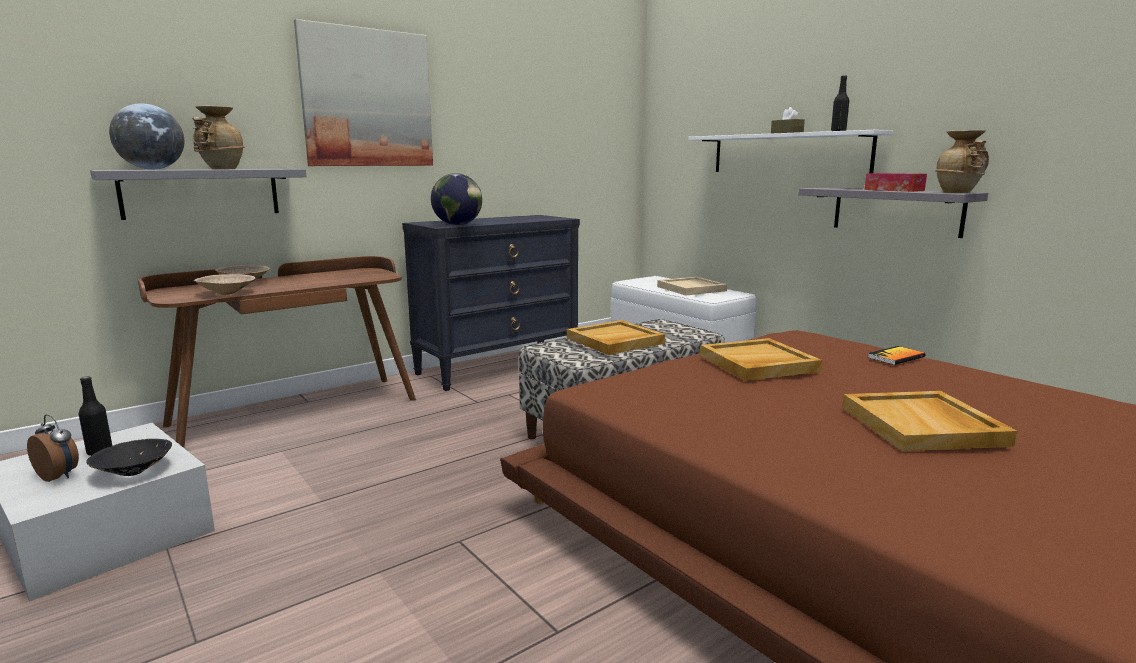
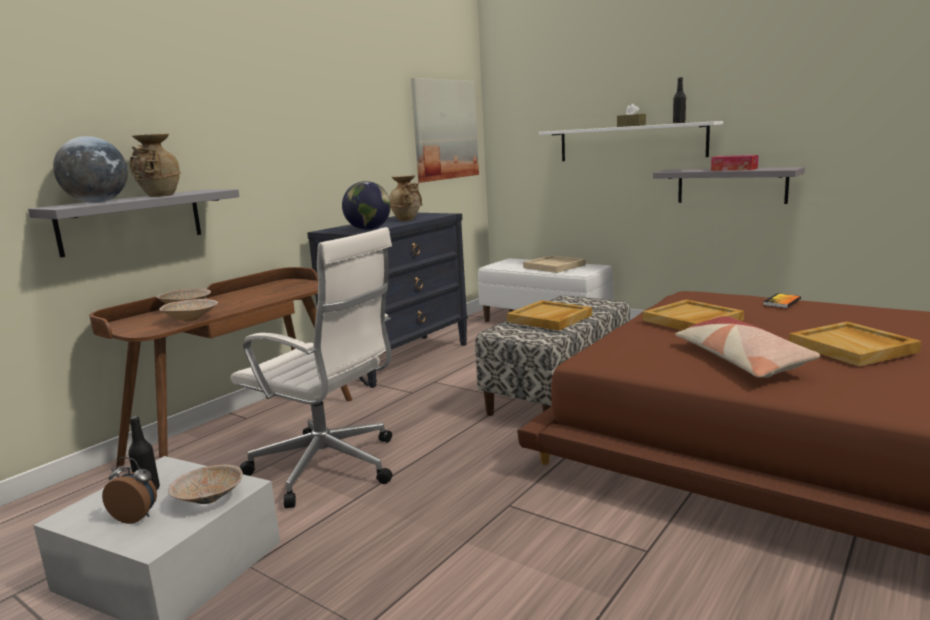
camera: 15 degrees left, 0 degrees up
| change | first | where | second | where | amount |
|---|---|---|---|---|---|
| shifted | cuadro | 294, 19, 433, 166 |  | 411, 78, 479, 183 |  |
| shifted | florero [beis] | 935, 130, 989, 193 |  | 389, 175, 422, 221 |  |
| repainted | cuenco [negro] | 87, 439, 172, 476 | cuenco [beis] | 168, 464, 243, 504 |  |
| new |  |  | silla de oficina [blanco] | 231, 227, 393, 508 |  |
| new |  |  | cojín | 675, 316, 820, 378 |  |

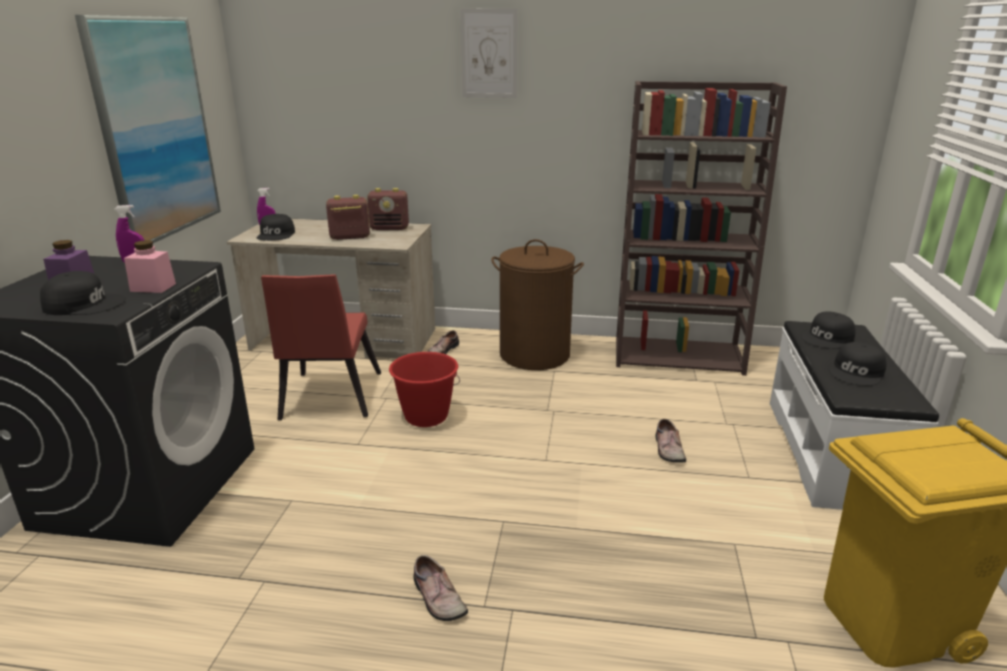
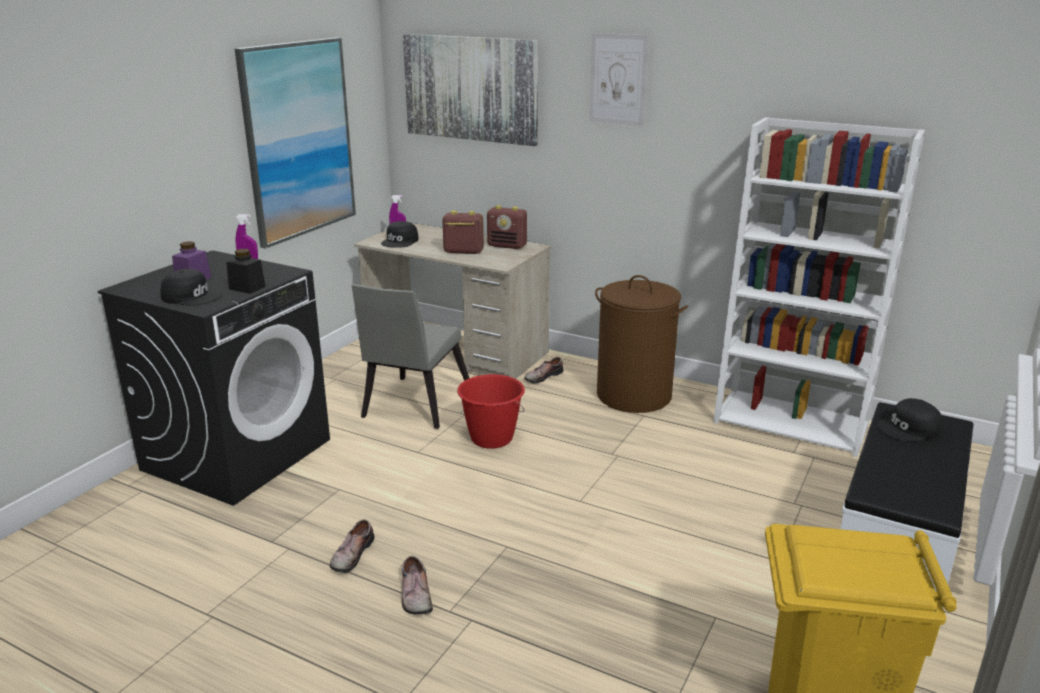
camera: 20 degrees right, 0 degrees up
| change | first | where | second | where | amount |
|---|---|---|---|---|---|
| repainted | estantería [marrón] | 616, 81, 787, 376 | estantería [blanco] | 713, 117, 925, 457 |  |
| repainted | tarro [rosa] | 124, 240, 176, 293 | tarro [negro] | 226, 249, 266, 294 |  |
| repainted | silla [rojo] | 261, 274, 381, 420 | silla [gris] | 352, 284, 469, 429 |  |
| gone | gorra [negro] | 829, 342, 887, 386 |  |  |  |
| shifted | zapato | 656, 419, 686, 463 |  | 330, 519, 375, 573 |  |
| new |  |  | cuadro | 403, 34, 538, 146 |  |

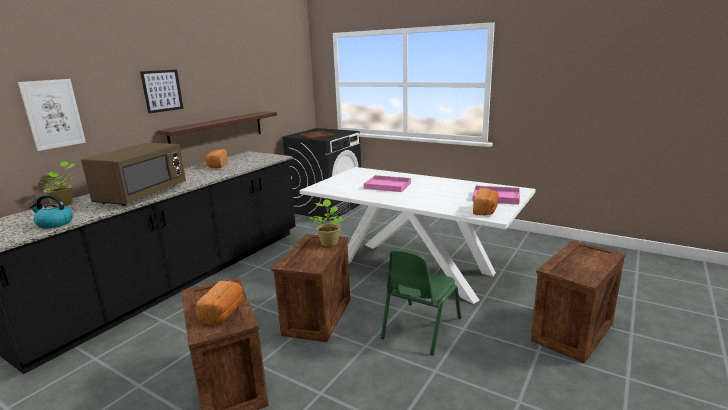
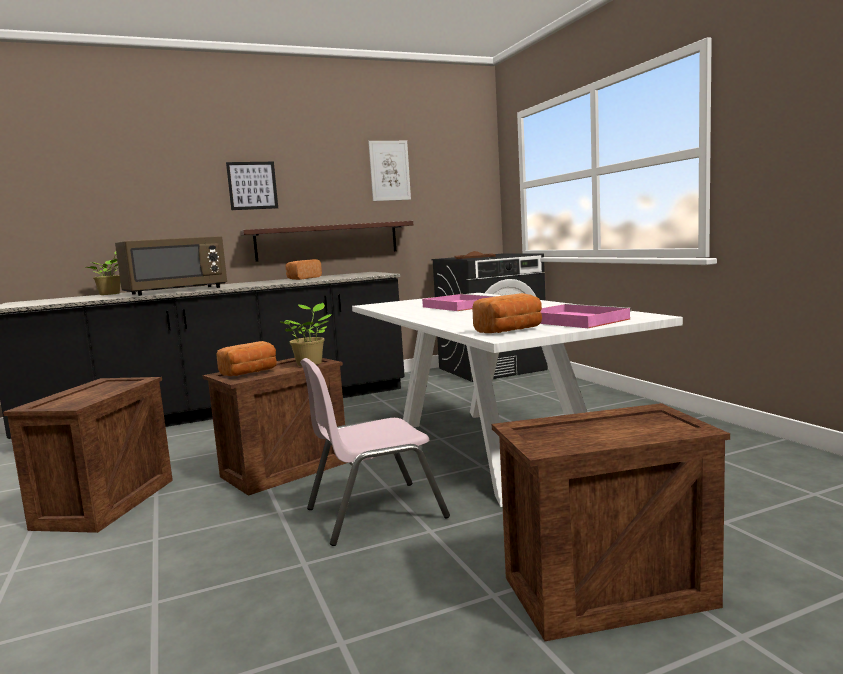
camera: 35 degrees right, 10 degrees down
| change | first | where | second | where | amount |
|---|---|---|---|---|---|
| shifted | cuadro | 18, 79, 86, 151 |  | 368, 141, 411, 201 |  |
| gone | hervidor | 30, 194, 73, 229 |  |  |  |
| repainted | silla [verde] | 381, 249, 461, 355 | silla [rosa] | 300, 358, 450, 546 |  |
| shifted | pan | 196, 281, 244, 324 |  | 216, 341, 277, 376 |  |

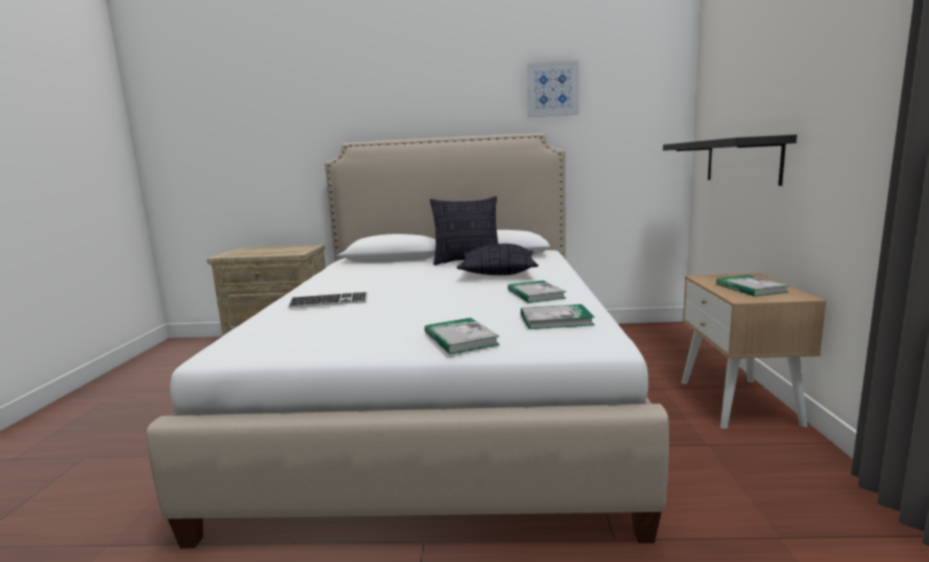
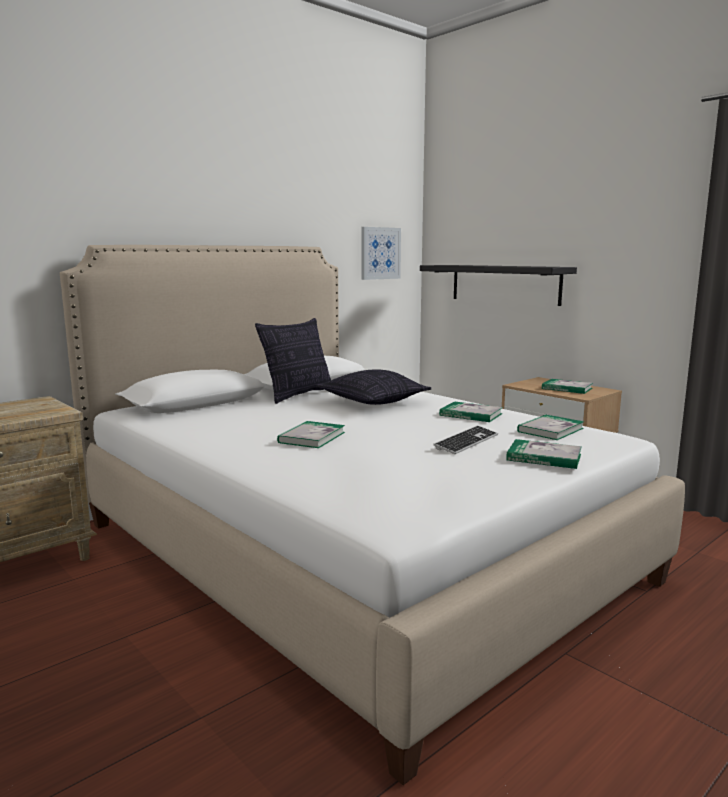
camera: 45 degrees left, 0 degrees up
| change | first | where | second | where | amount |
|---|---|---|---|---|---|
| shifted | cuadro | 527, 60, 579, 117 |  | 362, 227, 401, 280 |  |
| shifted | teclado | 288, 292, 367, 308 |  | 433, 426, 498, 454 |  |
| new |  |  | libro | 277, 421, 345, 448 |  |

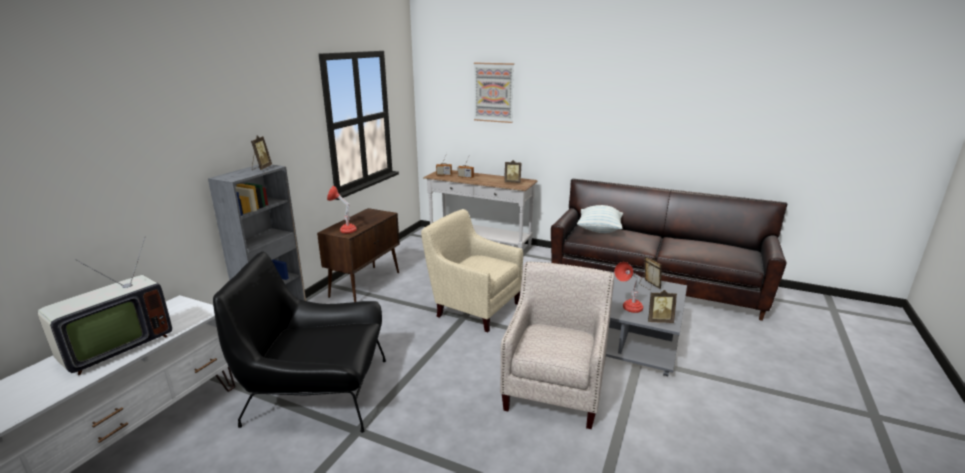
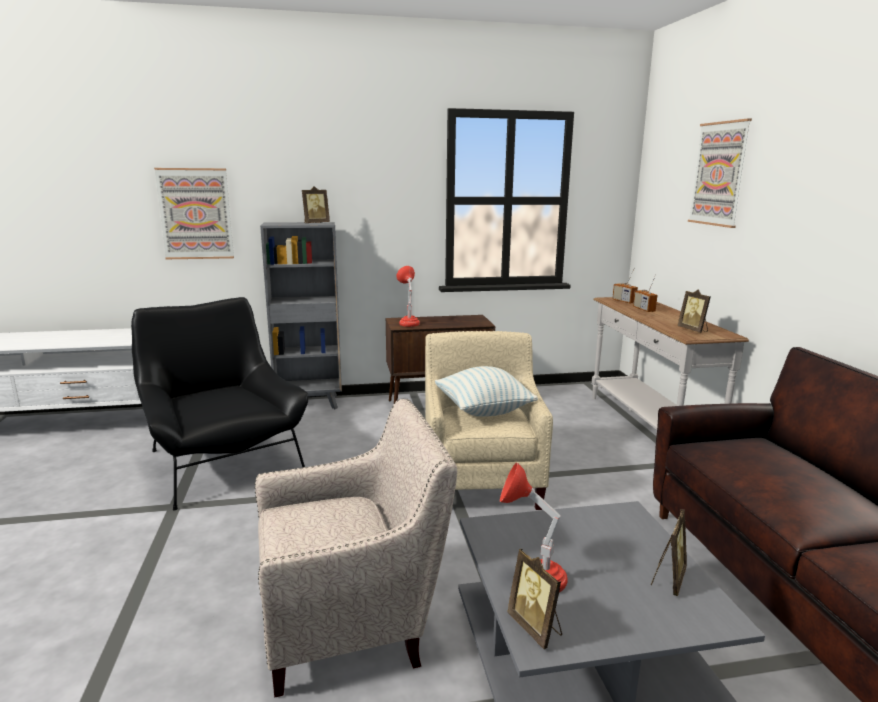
camera: 55 degrees right, 5 degrees down
| change | first | where | second | where | amount |
|---|---|---|---|---|---|
| shifted | cojín | 577, 205, 623, 233 |  | 435, 366, 538, 417 |  |
| gone | televisor | 37, 237, 172, 375 |  |  |  |
| new |  |  | cuadro | 154, 168, 234, 259 |  |

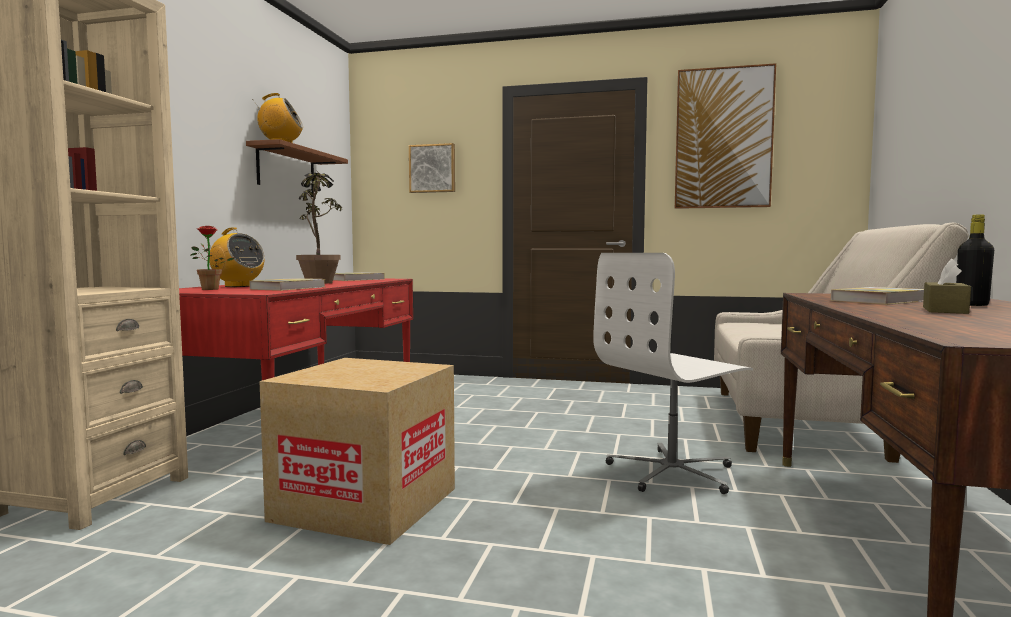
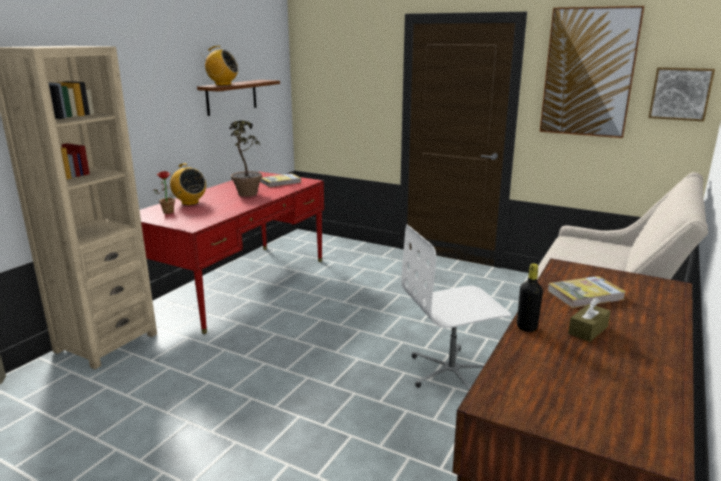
camera: 15 degrees right, 15 degrees up
| change | first | where | second | where | amount |
|---|---|---|---|---|---|
| shifted | cuadro | 409, 143, 455, 193 |  | 648, 67, 715, 121 |  |
| shifted | botella [negro] | 956, 214, 994, 306 |  | 517, 263, 543, 332 |  |
| gone | libro | 249, 278, 325, 291 |  |  |  |
| gone | caja de cartón | 259, 358, 455, 545 |  |  |  |

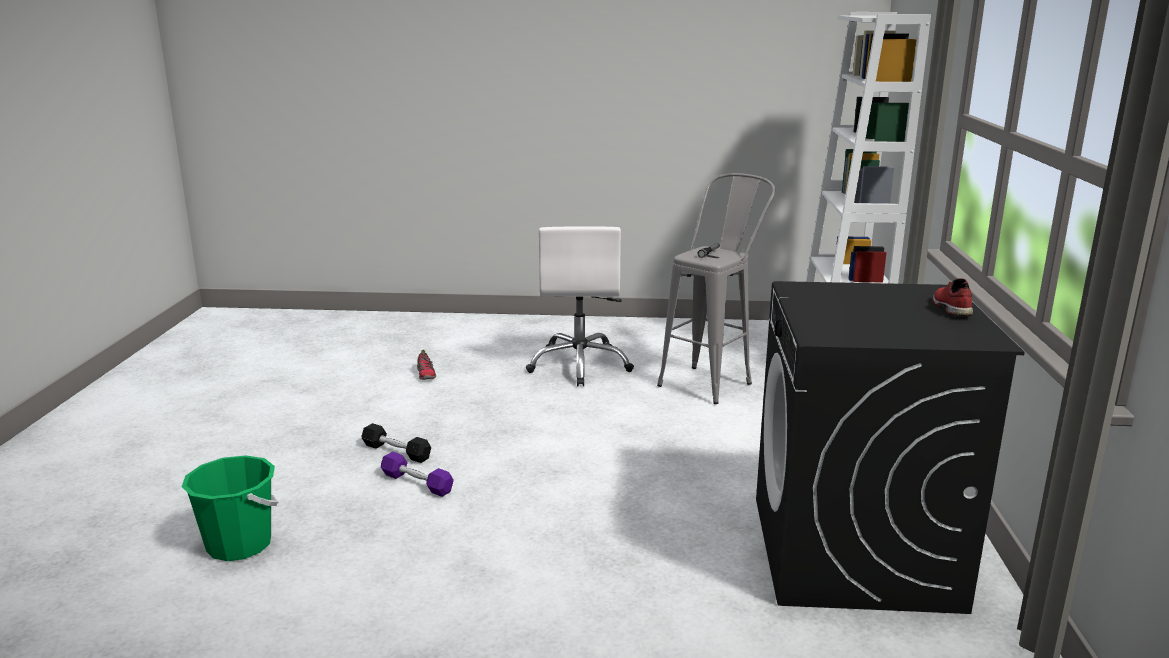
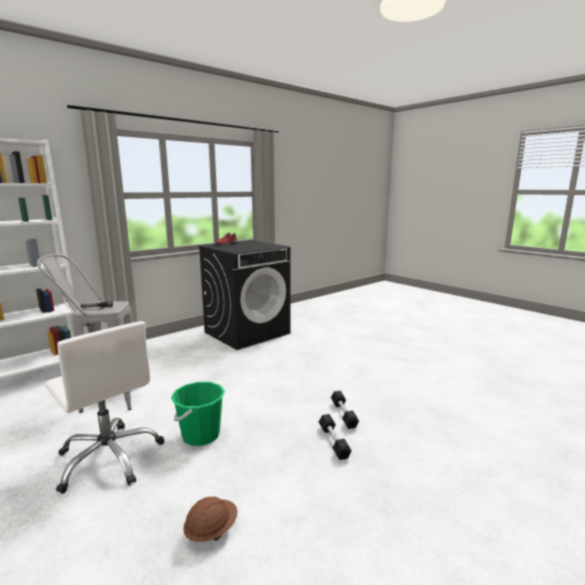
camera: 135 degrees left, 5 degrees down
| change | first | where | second | where | amount |
|---|---|---|---|---|---|
| rotated | silla de oficina [blanco] | 526, 226, 634, 386 |  | 45, 321, 164, 494 | 90 degrees clockwise |
| swapped | zapato | 417, 350, 436, 380 | casco [marrón] | 183, 496, 238, 542 |  |
| repainted | mancuerna [morado] | 381, 452, 454, 497 | mancuerna [negro] | 331, 391, 359, 429 |  |
| shifted | cubo [verde] | 182, 455, 278, 561 |  | 171, 382, 225, 446 |  |

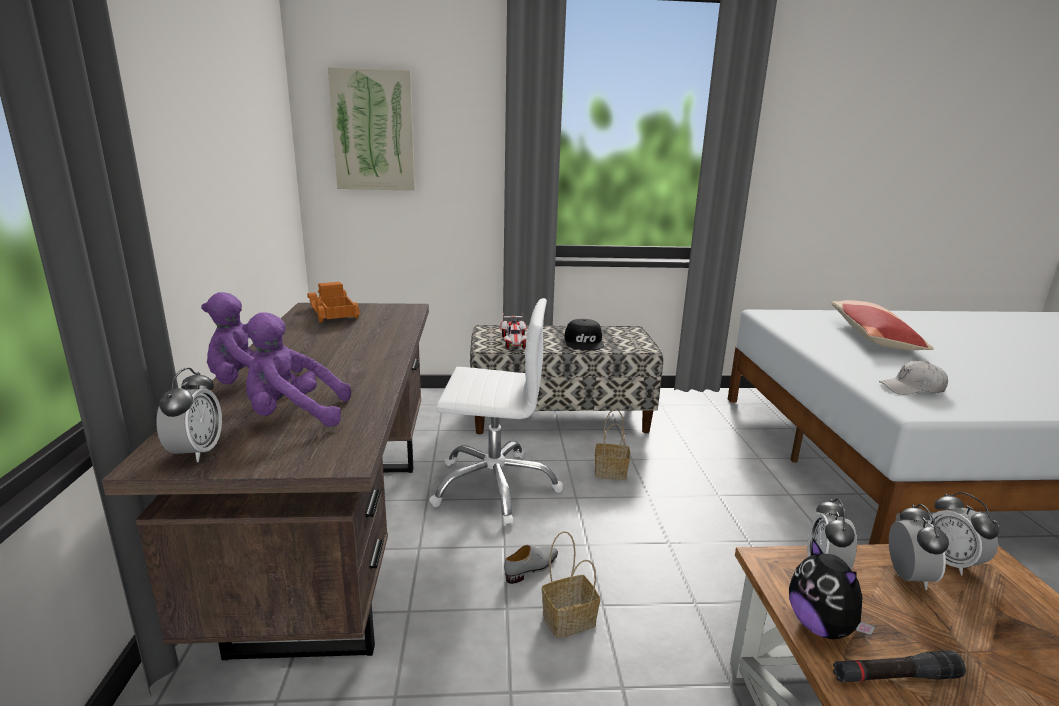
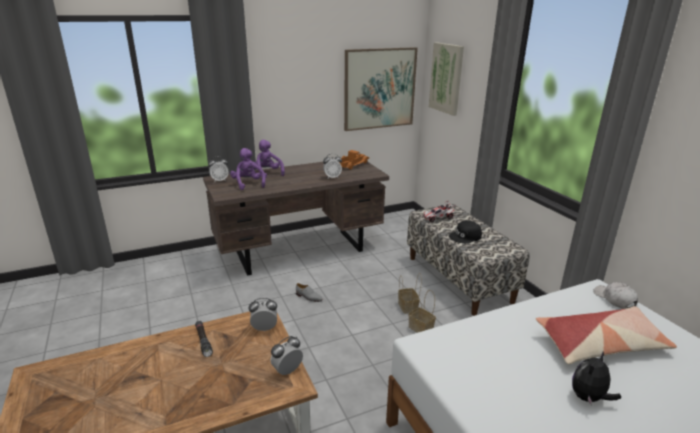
camera: 70 degrees right, 5 degrees up
| change | first | where | second | where | amount |
|---|---|---|---|---|---|
| gone | silla de oficina [blanco] | 429, 298, 563, 526 |  |  |  |
| shifted | gorra [blanco] | 879, 361, 948, 395 |  | 593, 282, 638, 309 |  |
| shifted | despertador | 889, 504, 949, 590 |  | 323, 153, 342, 178 |  |
| shifted | cesta | 542, 531, 600, 639 |  | 409, 290, 436, 333 |  |
| shifted | peluche | 789, 539, 875, 639 |  | 572, 352, 621, 406 |  |
| new |  |  | cuadro | 344, 47, 418, 131 |  |

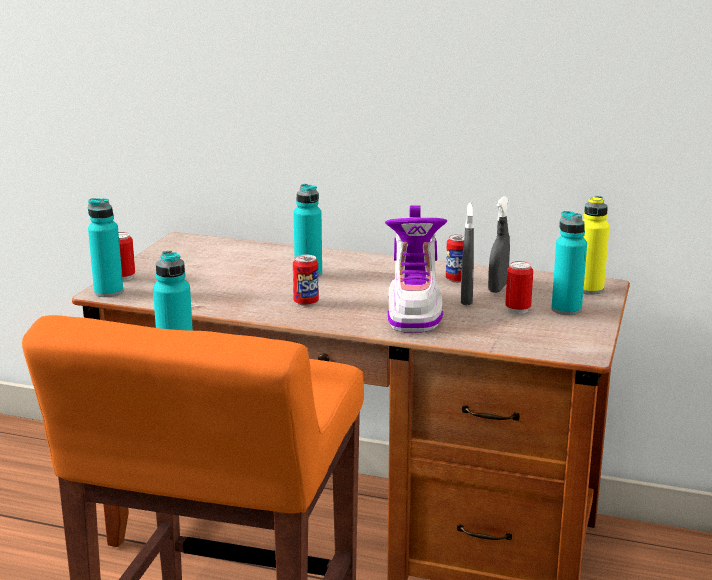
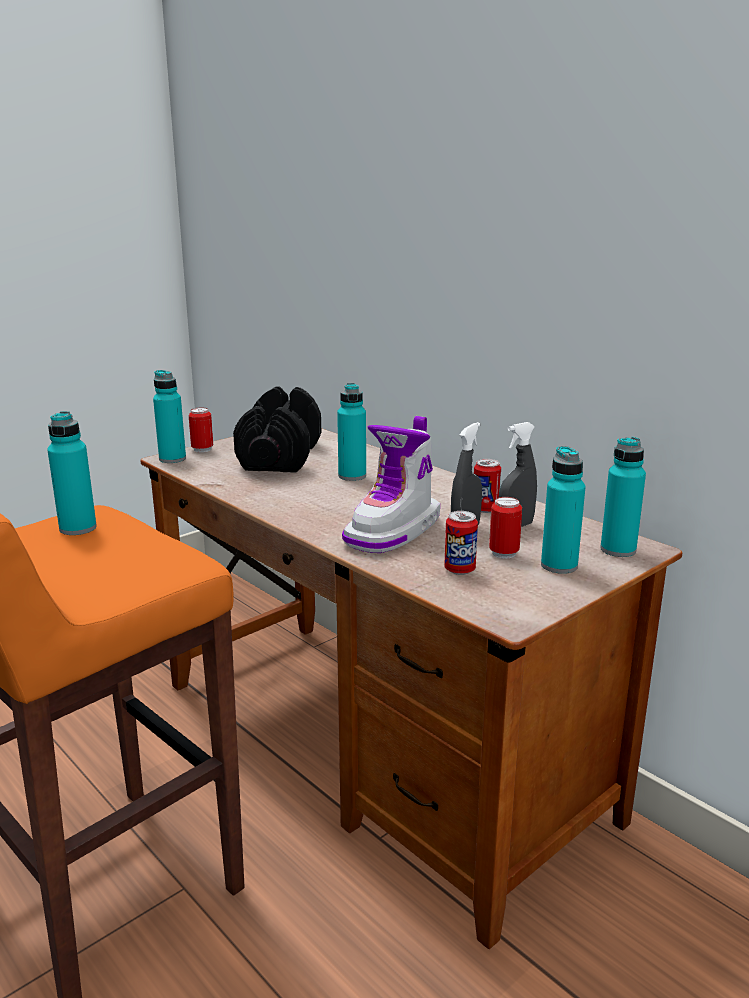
camera: 30 degrees right, 0 degrees up
| change | first | where | second | where | amount |
|---|---|---|---|---|---|
| repainted | botella [amarillo] | 583, 196, 610, 295 | botella [turquesa] | 600, 437, 646, 557 |  |
| shifted | lata | 293, 254, 319, 306 |  | 444, 511, 478, 575 |  |
| new |  |  | mancuerna [negro] | 233, 386, 321, 473 |  |

